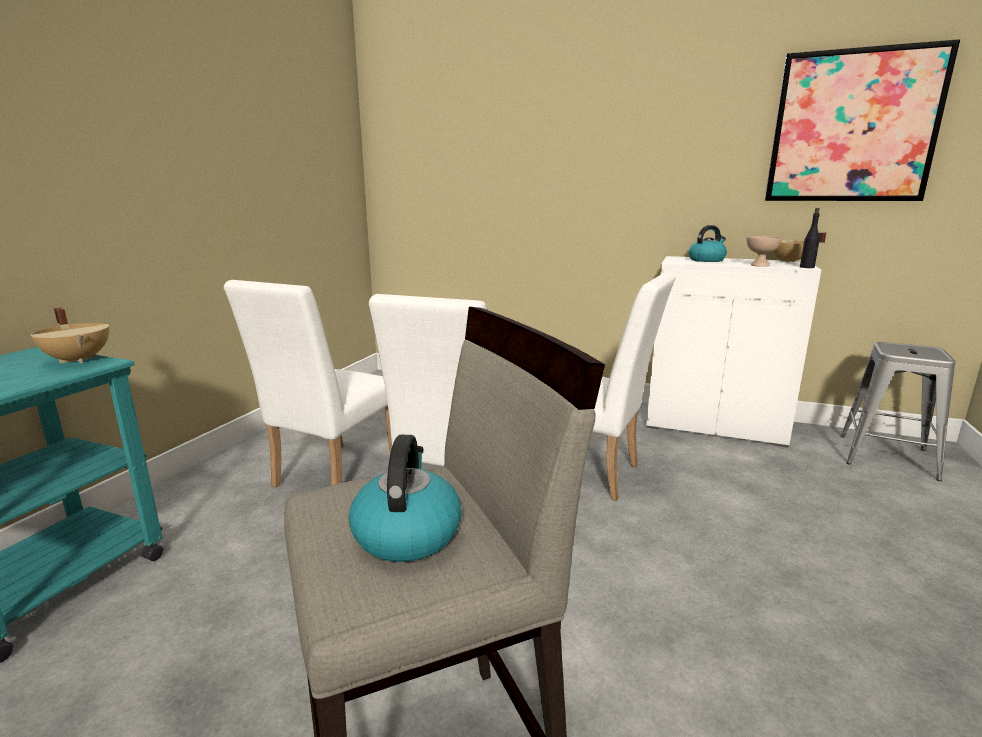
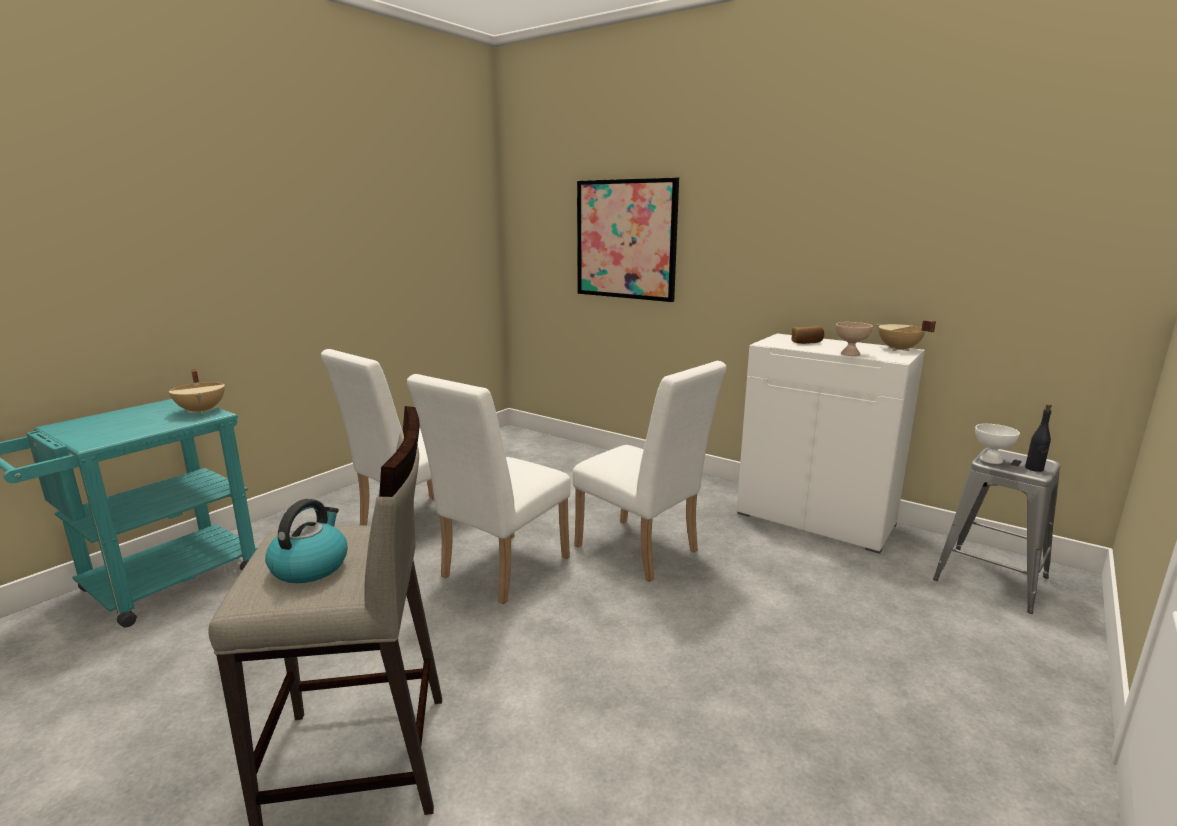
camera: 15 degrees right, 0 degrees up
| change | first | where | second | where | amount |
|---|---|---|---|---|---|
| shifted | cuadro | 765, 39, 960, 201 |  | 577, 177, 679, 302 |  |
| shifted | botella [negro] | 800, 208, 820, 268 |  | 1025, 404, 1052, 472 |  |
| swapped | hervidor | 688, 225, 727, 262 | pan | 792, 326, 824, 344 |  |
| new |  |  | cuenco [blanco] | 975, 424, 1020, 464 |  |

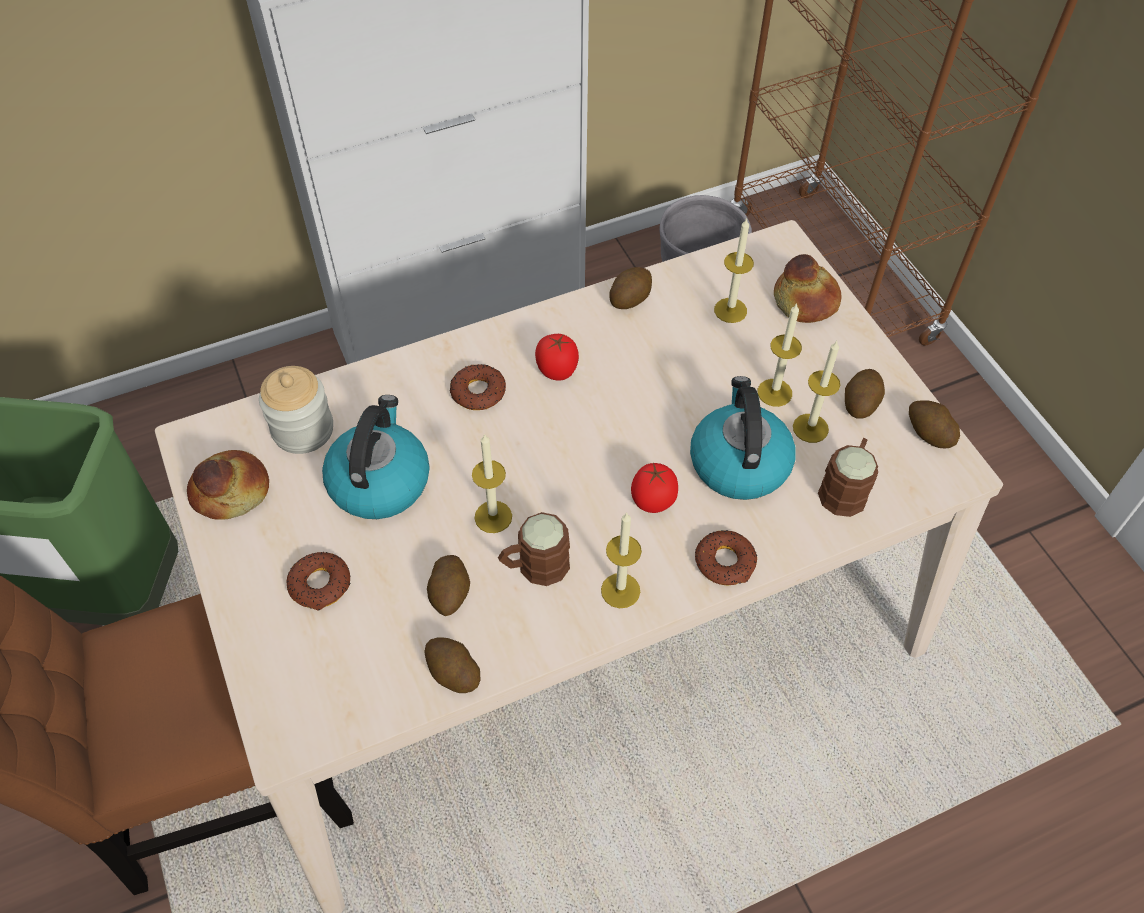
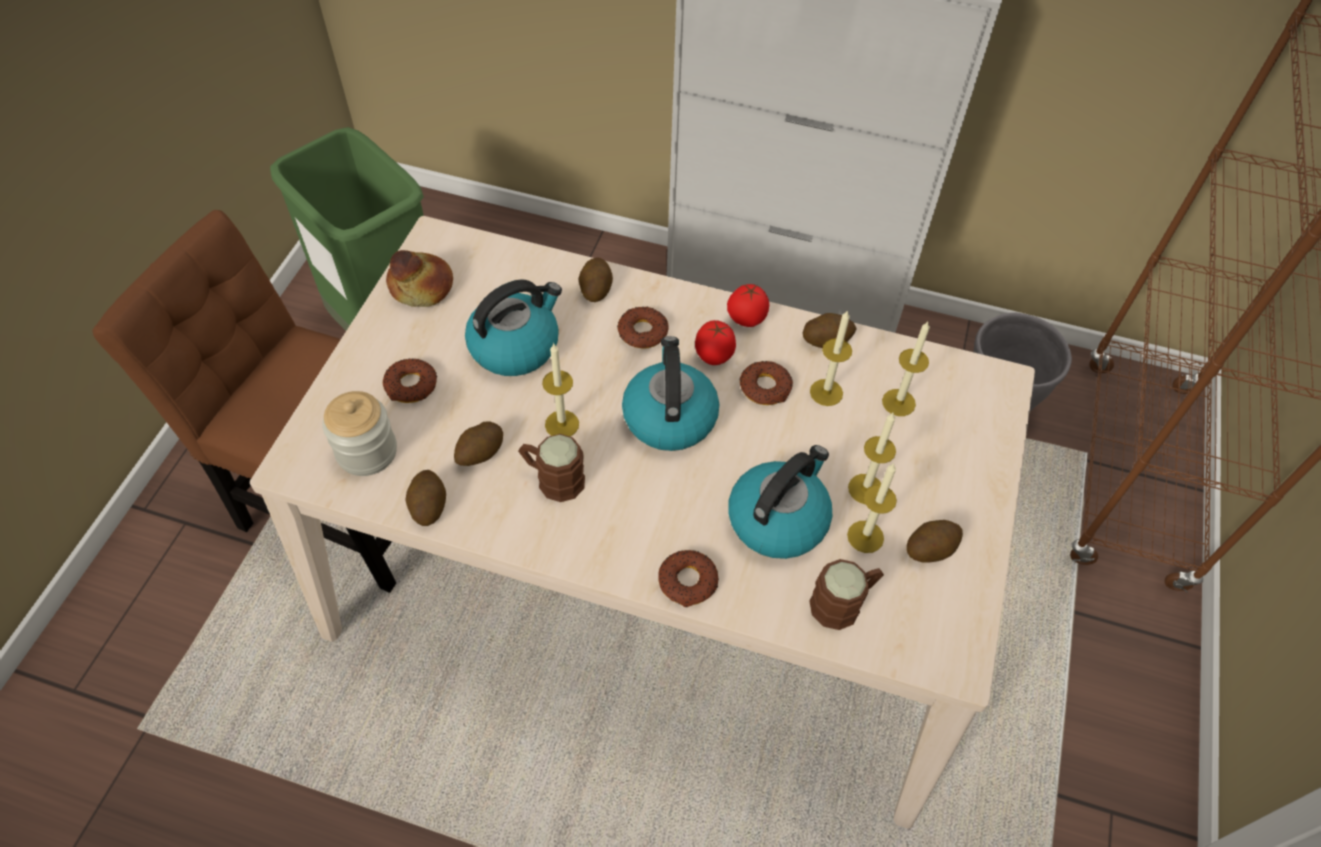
camera: 40 degrees right, 0 degrees up
| change | first | where | second | where | amount |
|---|---|---|---|---|---|
| gone | pan | 774, 254, 841, 323 |  |  |  |
| shifted | tarro | 259, 366, 333, 454 |  | 322, 391, 397, 476 |  |
| shifted | patata | 909, 400, 960, 449 |  | 578, 258, 613, 302 |  |
| shifted | tomate | 631, 463, 678, 513 |  | 727, 284, 769, 327 |  |
| shifted | vela | 601, 513, 642, 608 |  | 810, 310, 852, 406 |  |
| new |  |  | hervidor | 622, 336, 719, 451 |  |
| new |  |  | rosquilla | 740, 361, 793, 405 |  |

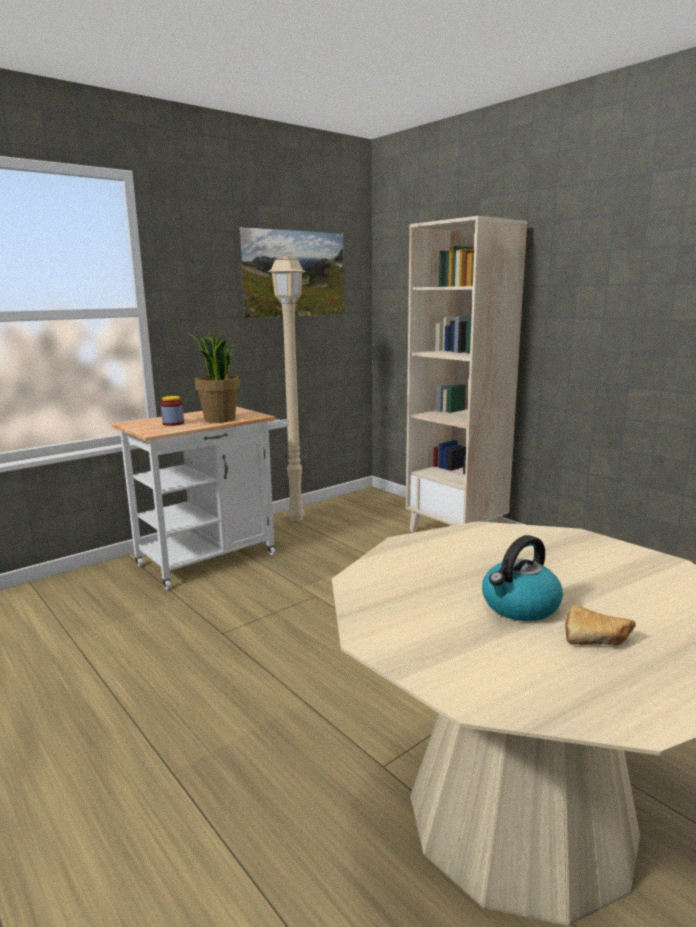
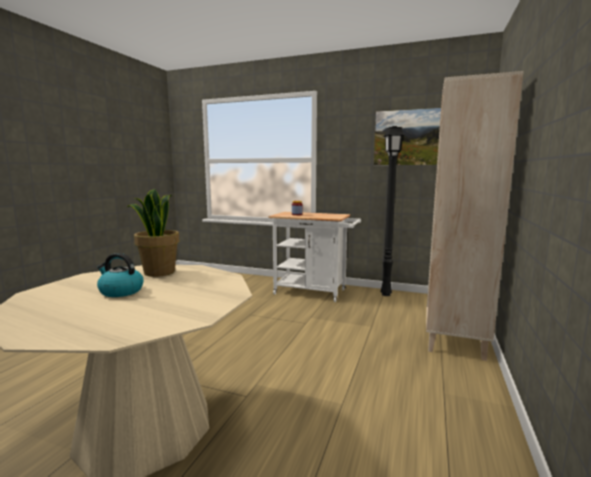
camera: 60 degrees right, 5 degrees down
| change | first | where | second | where | amount |
|---|---|---|---|---|---|
| repainted | lámpara de pie [beis] | 268, 256, 307, 521 | lámpara de pie [negro] | 380, 126, 406, 296 |  |
| shifted | planta en maceta | 187, 331, 240, 423 |  | 127, 189, 179, 277 |  |
| gone | pan | 565, 604, 636, 645 |  |  |  |

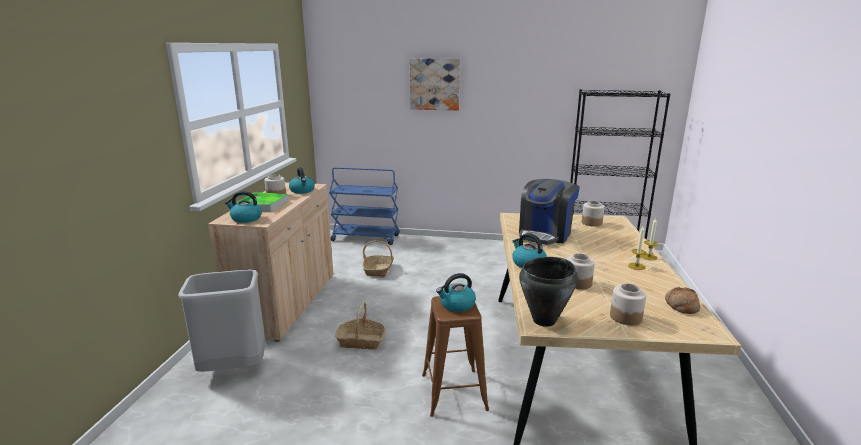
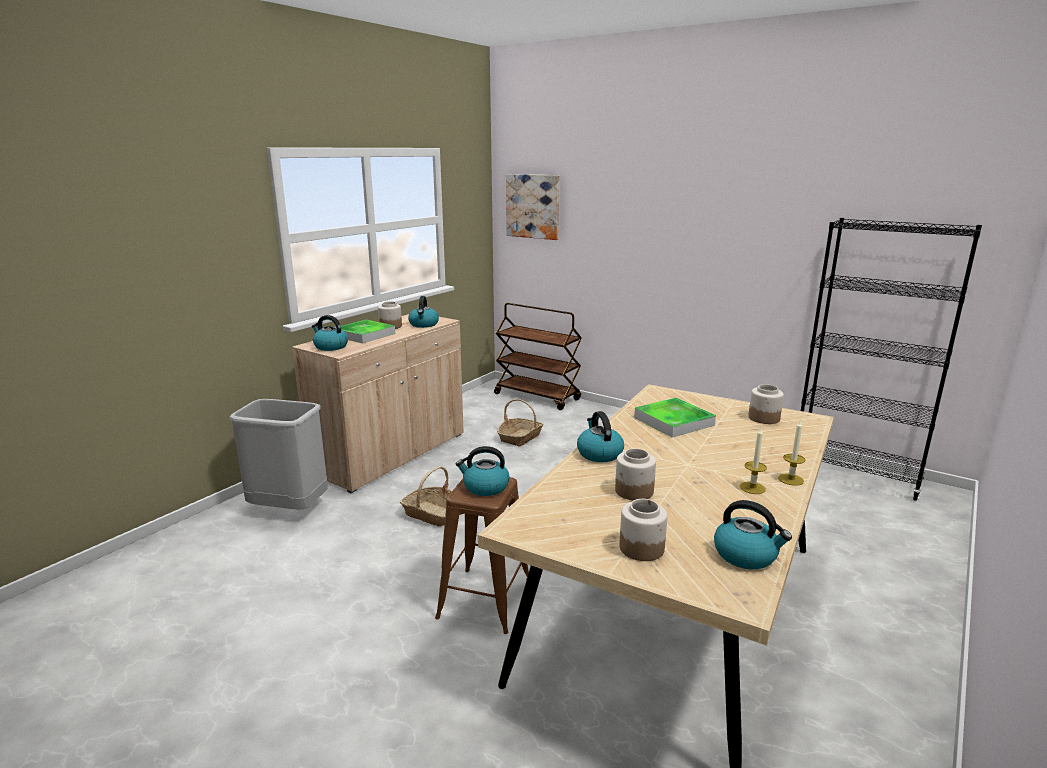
camera: 25 degrees right, 0 degrees up
| change | first | where | second | where | amount |
|---|---|---|---|---|---|
| shifted | cuadro | 410, 58, 460, 110 |  | 506, 174, 559, 240 |  |
| repainted | carrito [azul] | 329, 167, 400, 245 | carrito [marrón] | 494, 303, 582, 410 |  |
| swapped | cafetera | 519, 179, 580, 245 | bandeja | 634, 398, 716, 438 |  |
| gone | olla [negro] | 519, 257, 578, 327 |  |  |  |
| swapped | pan | 665, 287, 700, 314 | hervidor | 714, 500, 792, 569 |  |

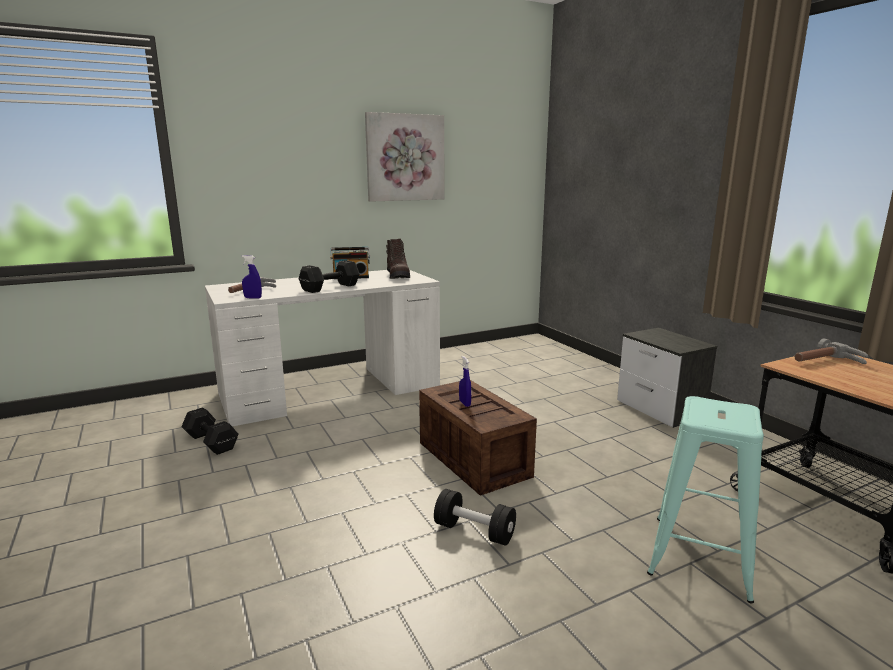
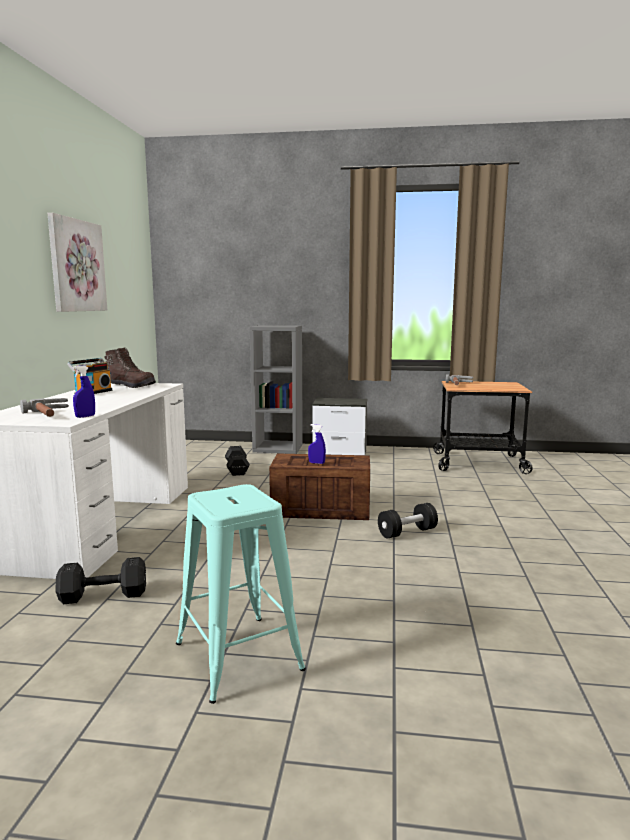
camera: 55 degrees left, 5 degrees down
| change | first | where | second | where | amount |
|---|---|---|---|---|---|
| shifted | mancuerna [negro] | 299, 260, 360, 293 |  | 225, 446, 250, 476 |  |
| shifted | taburete [turquesa] | 647, 396, 764, 604 |  | 176, 484, 306, 704 |  |
| new |  |  | estantería [gris] | 250, 325, 303, 454 |  |

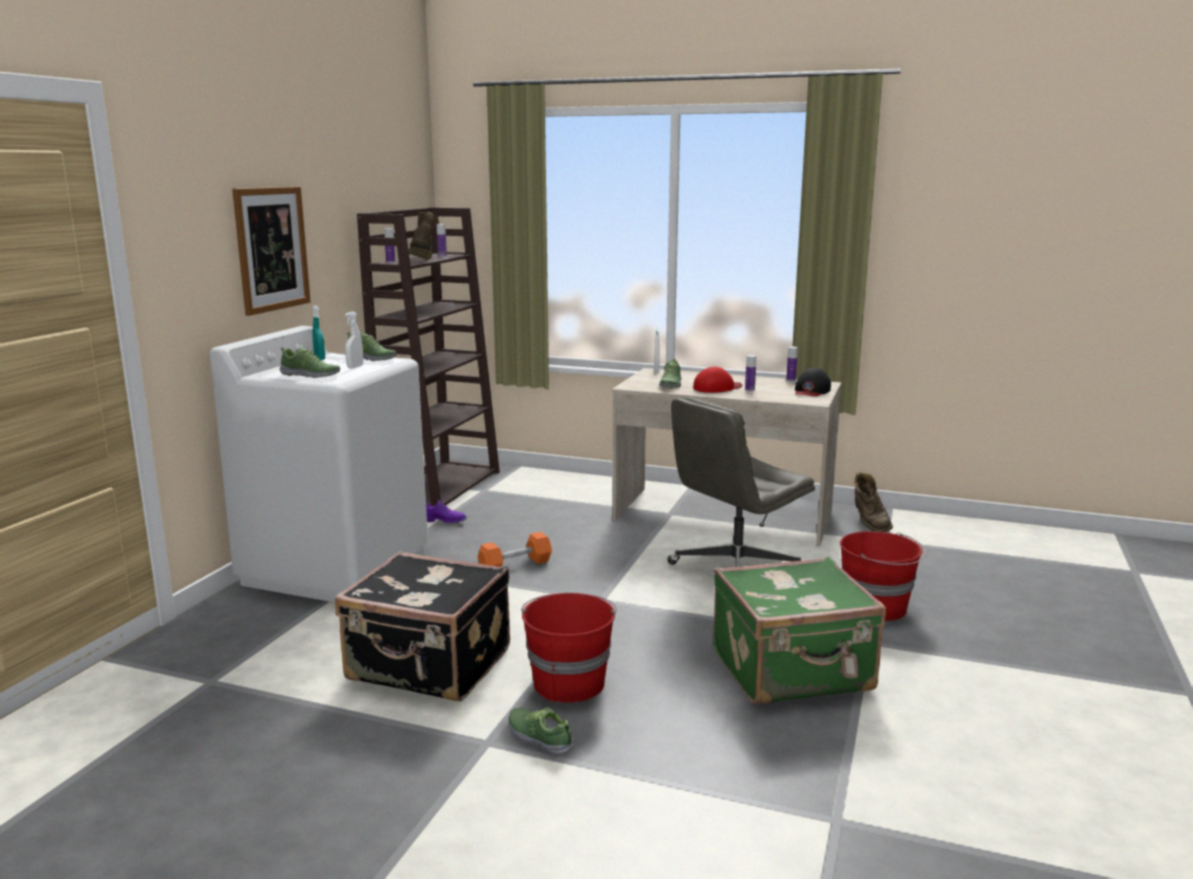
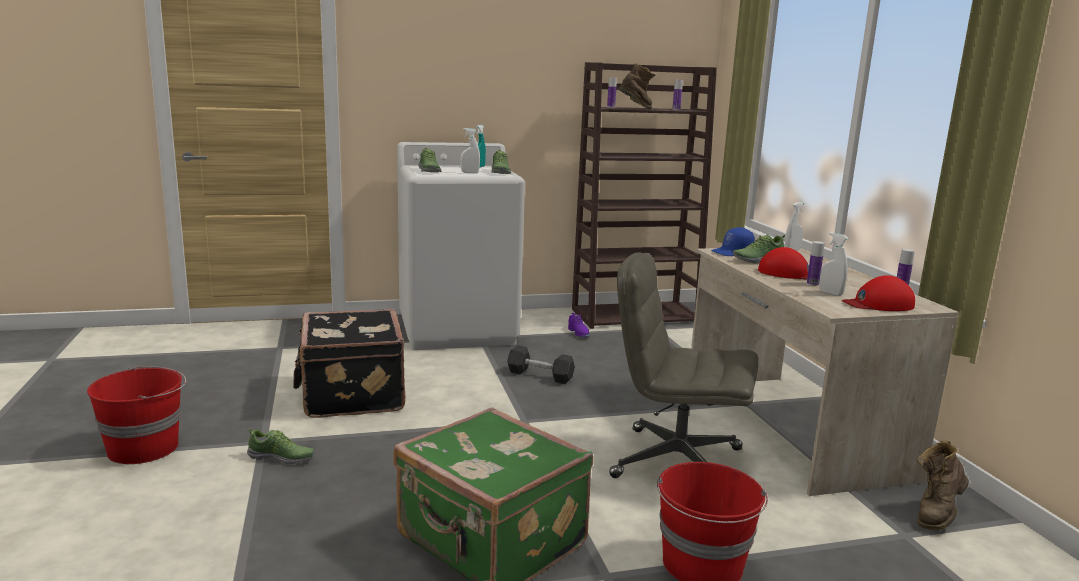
camera: 55 degrees right, 0 degrees up
| change | first | where | second | where | amount |
|---|---|---|---|---|---|
| gone | cuadro | 232, 187, 311, 316 |  |  |  |
| repainted | gorra [negro] | 795, 368, 831, 396 | gorra [rojo] | 842, 275, 915, 311 |  |
| repainted | mancuerna [naranja] | 478, 532, 552, 567 | mancuerna [gris] | 507, 345, 575, 384 |  |
| shifted | cubo [rojo] | 521, 593, 617, 703 |  | 87, 366, 186, 464 |  |
| rotated | zapato | 509, 707, 575, 756 |  | 247, 428, 315, 465 | 90 degrees clockwise |
| new |  |  | gorra [azul] | 711, 227, 755, 256 |  |
| new |  |  | pulverizador [blanco] | 819, 232, 848, 296 |  |

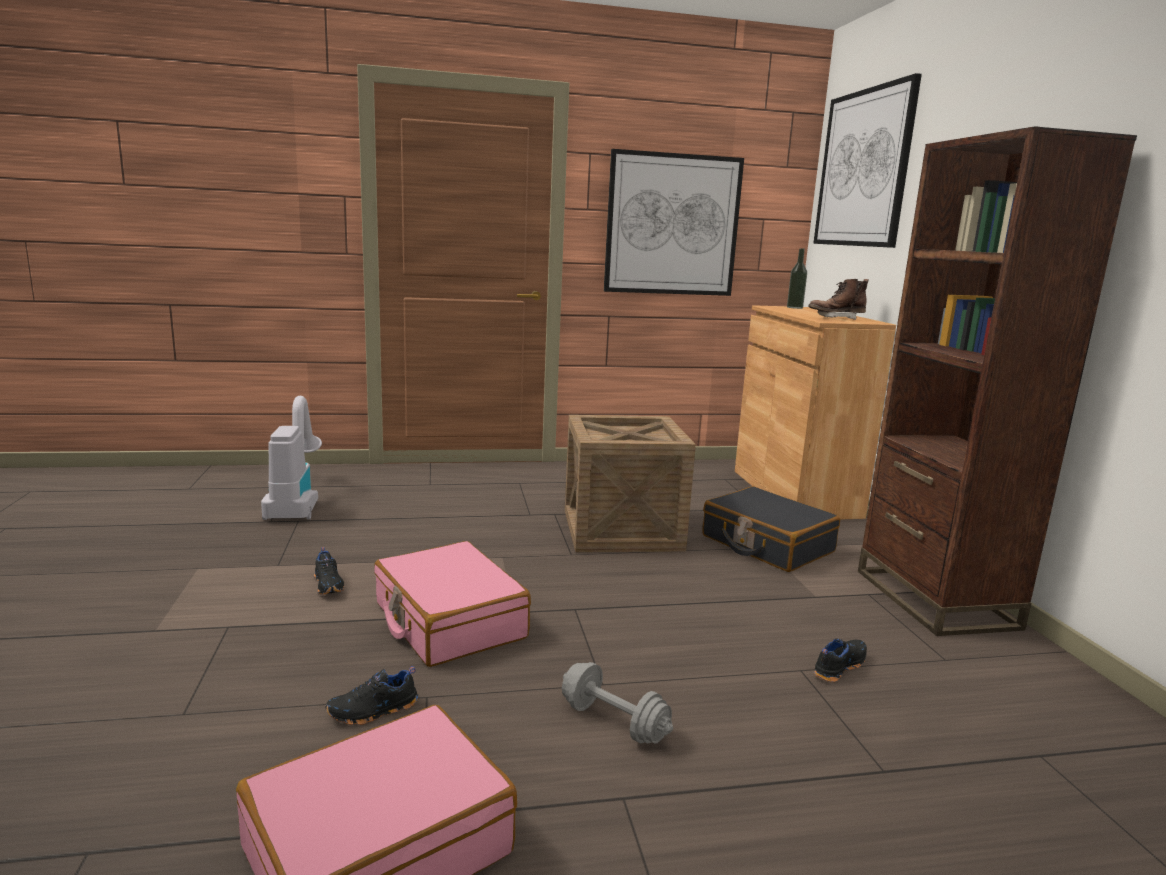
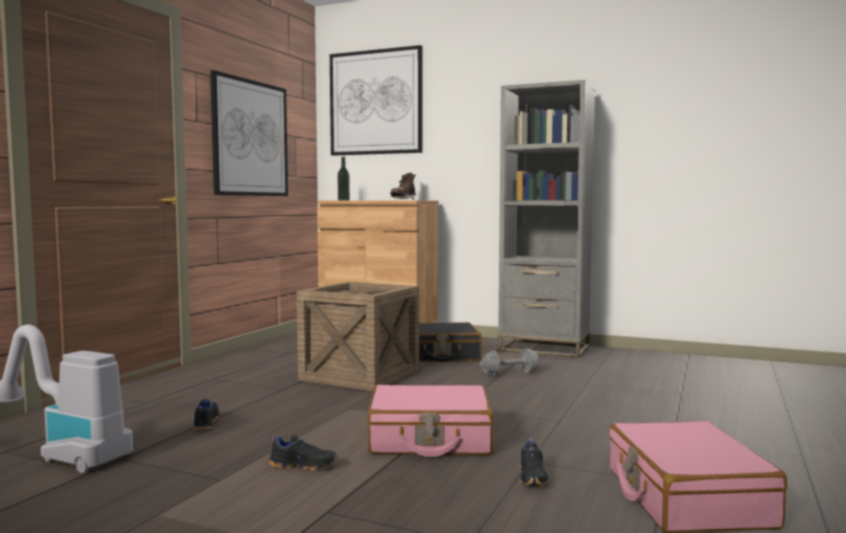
camera: 55 degrees left, 10 degrees down
| change | first | where | second | where | amount |
|---|---|---|---|---|---|
| repainted | estantería [marrón] | 858, 126, 1137, 636 | estantería [gris] | 498, 80, 595, 358 |  |
| shifted | zapato [negro] | 814, 639, 867, 682 |  | 194, 399, 219, 430 |  |
| shifted | mancuerna [gris] | 562, 662, 673, 744 |  | 480, 348, 540, 376 |  |

